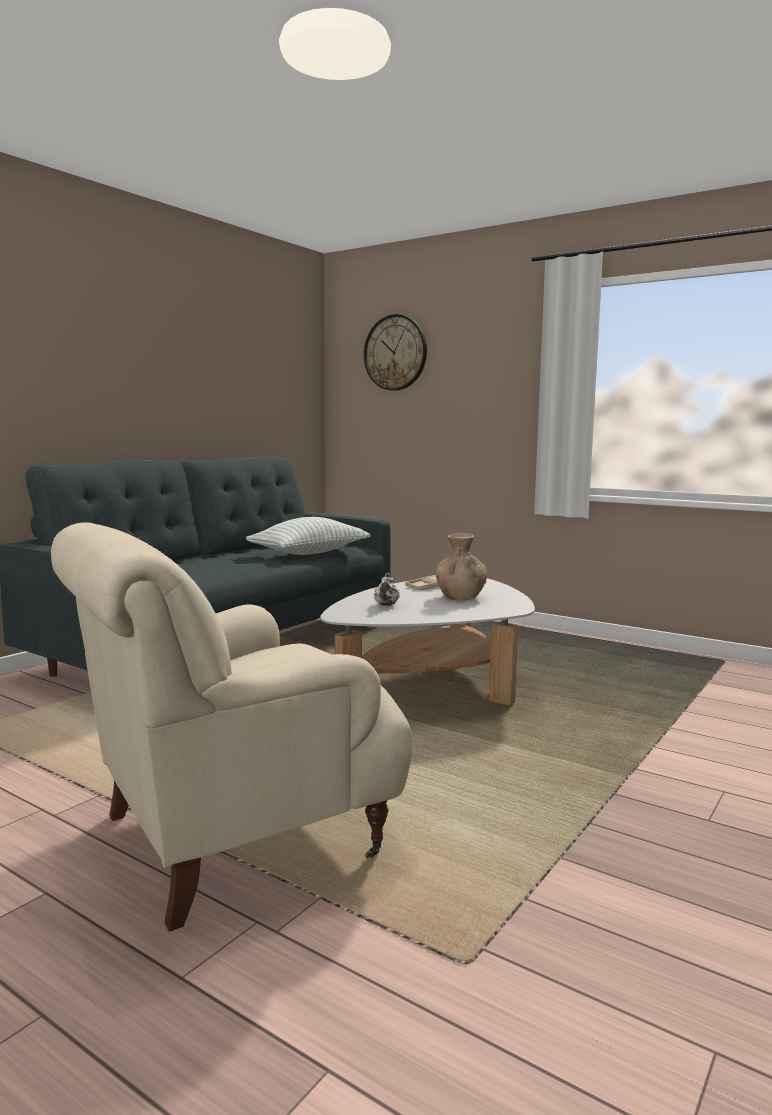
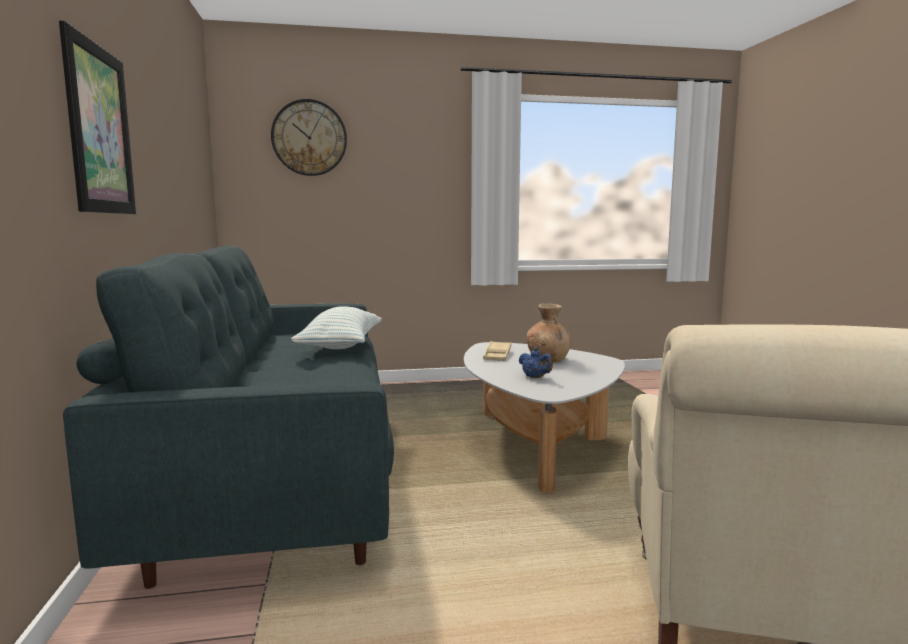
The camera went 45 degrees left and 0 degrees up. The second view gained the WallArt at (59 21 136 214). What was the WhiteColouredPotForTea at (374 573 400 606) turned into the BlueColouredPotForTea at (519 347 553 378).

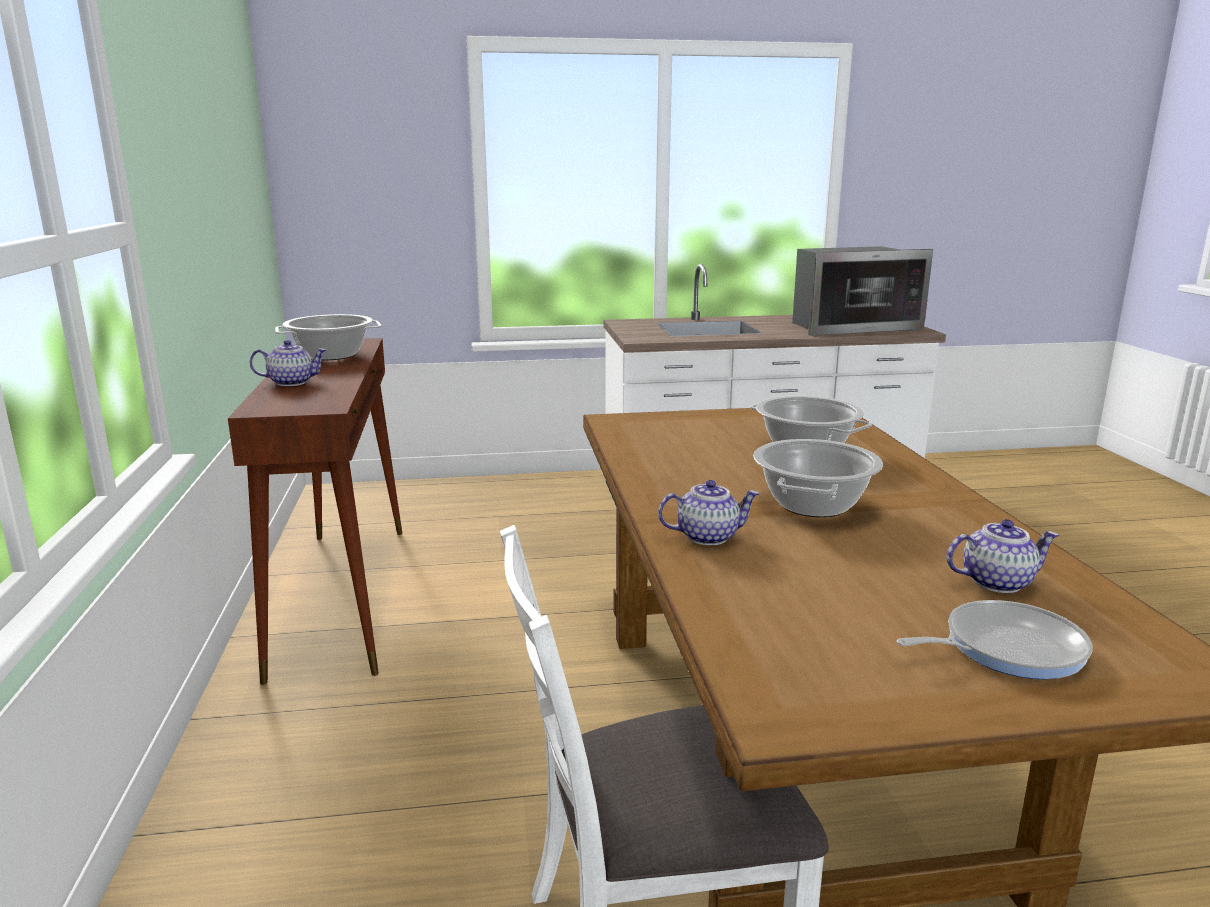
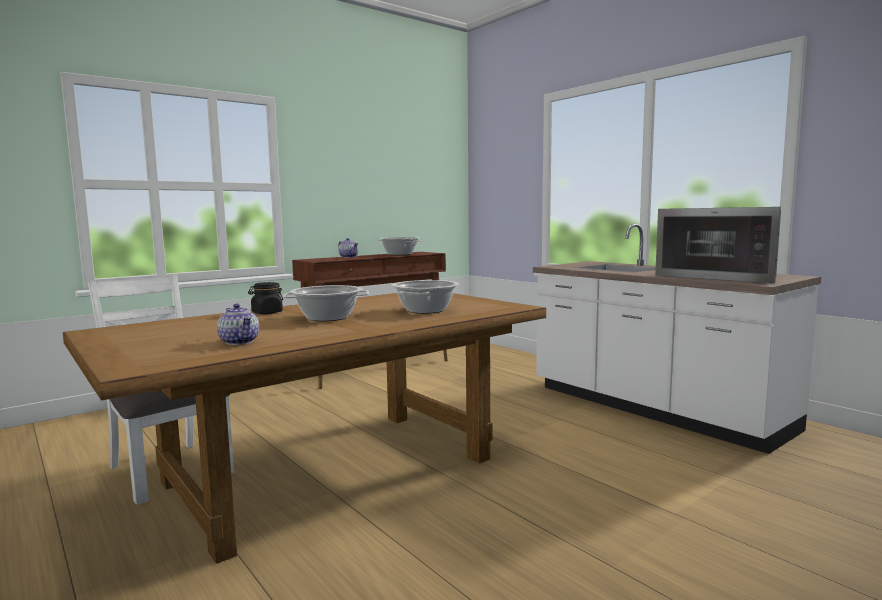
The camera went 60 degrees right and 10 degrees down. Where the PotForTea stood at (658 480 760 545), the BlackPreserveJar came to stand at (248 282 283 314). The second view lost the Pan at (897 600 1093 679).

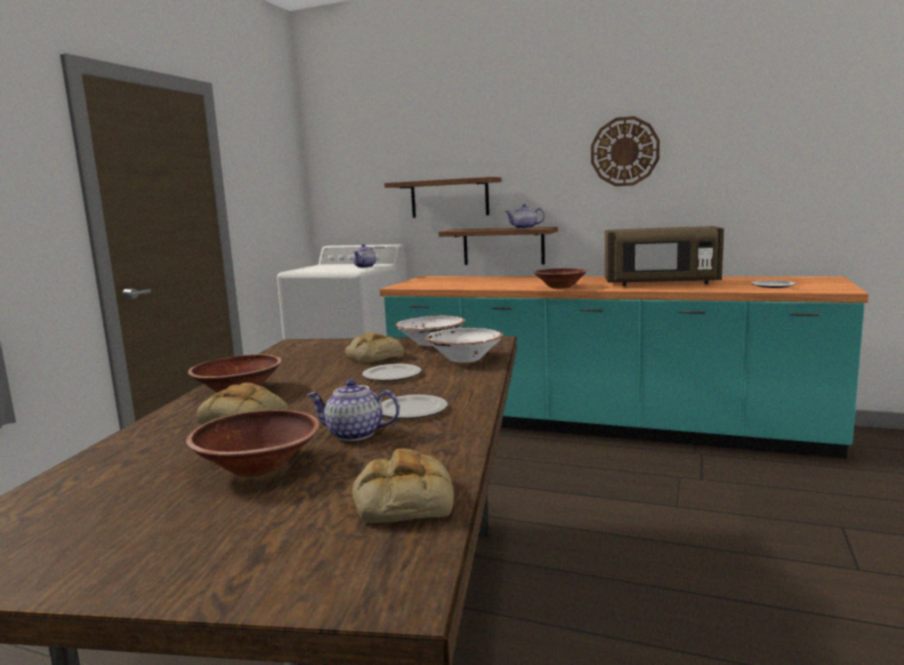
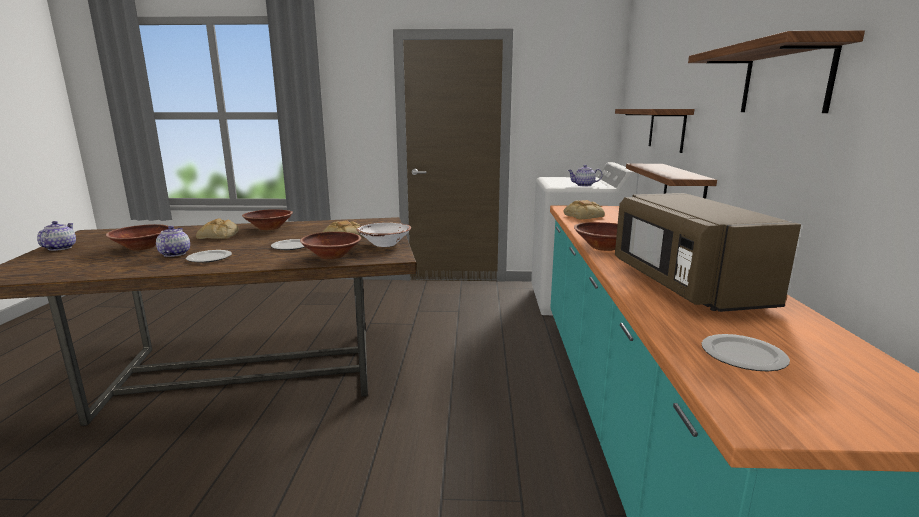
The camera went 70 degrees right and 5 degrees up. The PotForTea ended up elsewhere, having gone from (505 204 545 229) to (37 221 76 251). What was the WhiteColouredDeepDish at (425 328 503 363) turned into the BrownishDeepDish at (300 232 361 259). The BakedBread ended up elsewhere, having gone from (352 449 454 523) to (563 200 605 220). Where the ClockOnTheWall hung at (591 116 660 186), the BracketShelf came to hang at (688 31 865 113).

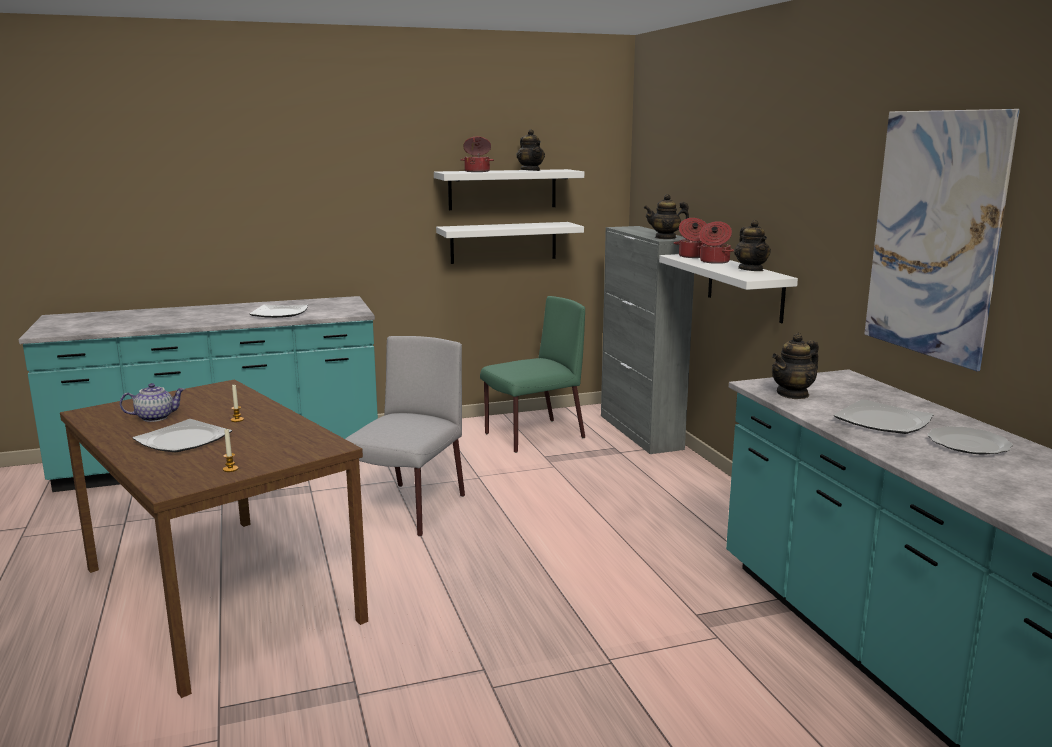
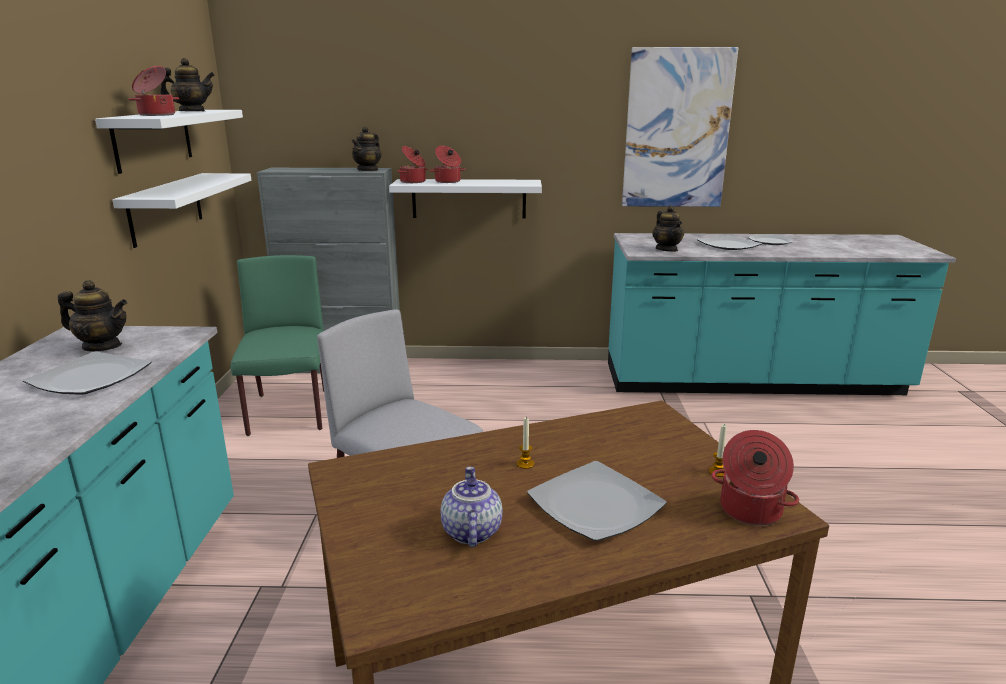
The camera went 70 degrees left and 5 degrees up. The PotForTea ended up elsewhere, having gone from (734 220 771 271) to (58 280 127 351). The second view gained the Saucepot at (711 430 799 526).

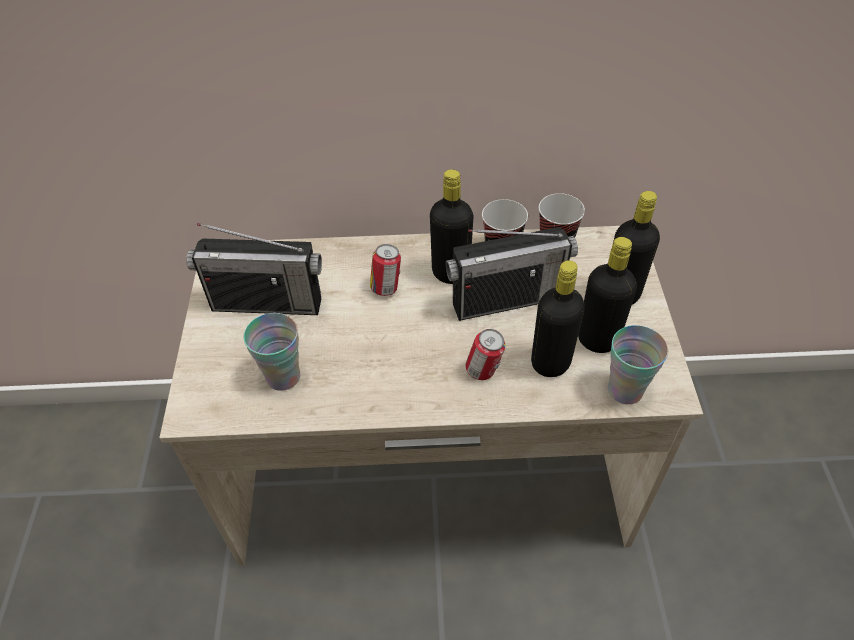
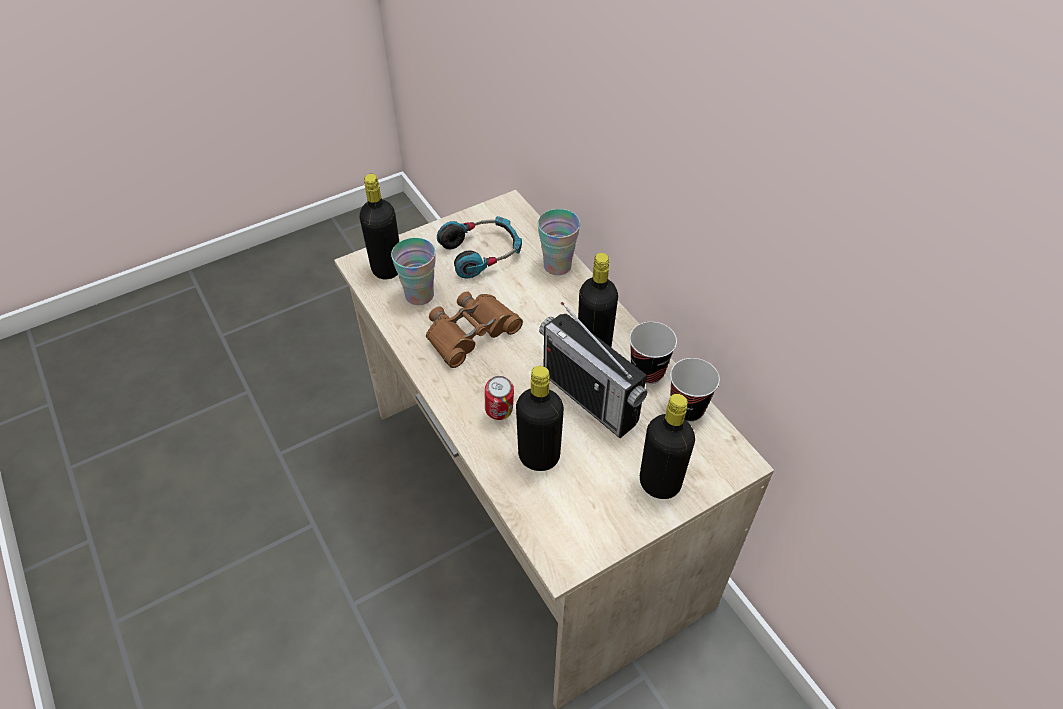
The camera went 60 degrees right and 0 degrees up. The BlackBottle ended up elsewhere, having gone from (578 237 637 353) to (360 174 399 279). The second view gained the BrownishPairOfBinoculars at (426 291 523 368). Where the Radio stood at (186 223 322 315), the Headphones came to stand at (437 216 522 278). The Cup ended up elsewhere, having gone from (608 325 668 404) to (538 209 580 275). The second view lost the MetalCan at (370 244 401 296).

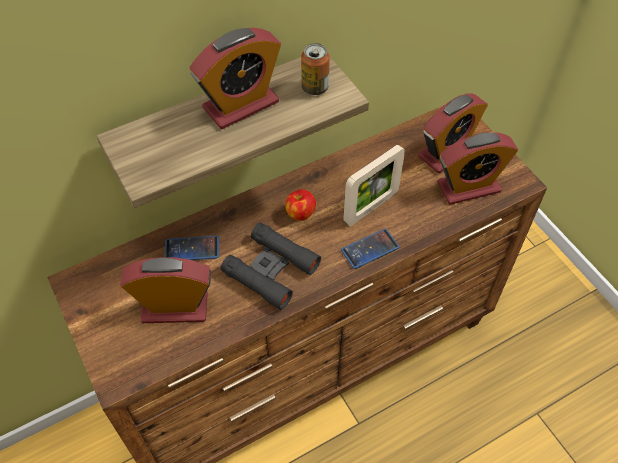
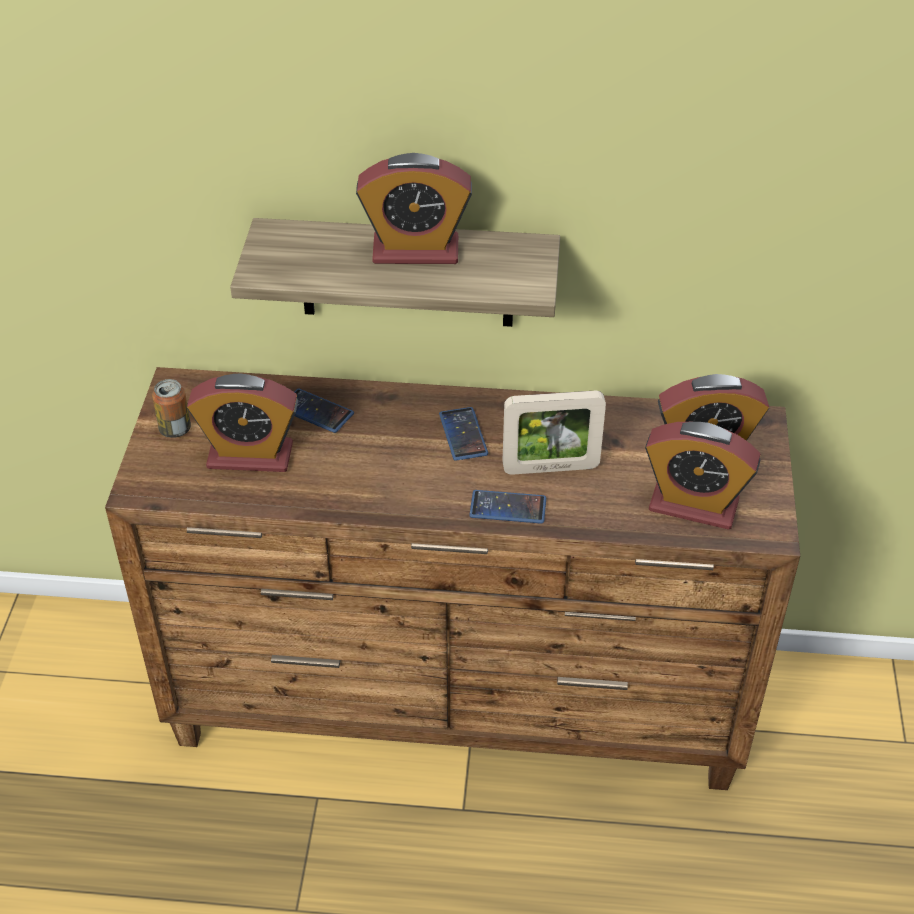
The camera went 35 degrees right and 10 degrees down. The MetalCan ended up elsewhere, having gone from (301 43 330 95) to (152 379 191 438). The BedsideClock at (120 257 211 323) ended up facing another way, 150 degrees clockwise from before. Where the Apple stood at (285 189 316 221), the Telephone came to stand at (439 407 488 461). The second view lost the BlackPairOfBinoculars at (221 223 321 310).

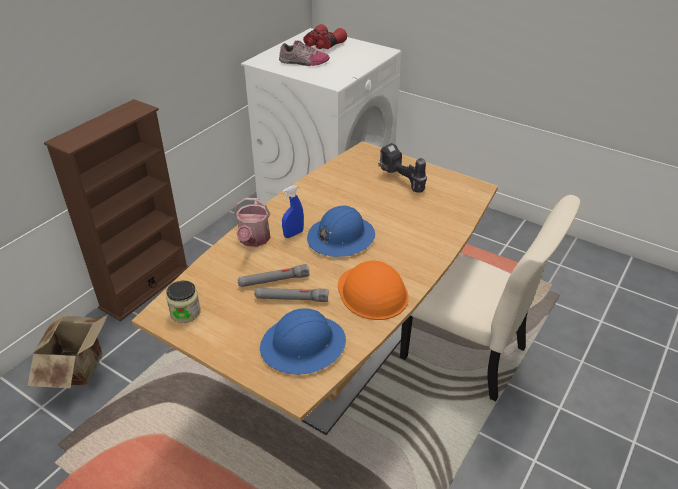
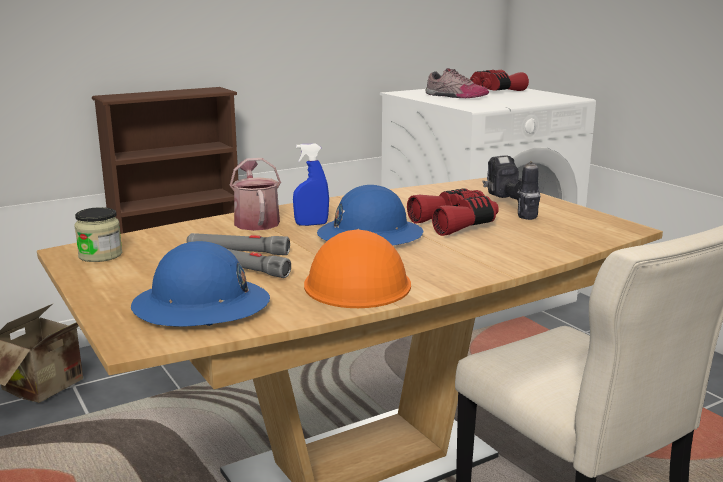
The camera went 25 degrees right and 20 degrees down. The SprinklingCan at (234 198 271 247) ended up facing another way, 135 degrees clockwise from before. The second view gained the RedColouredPairOfBinoculars at (407 188 499 236).

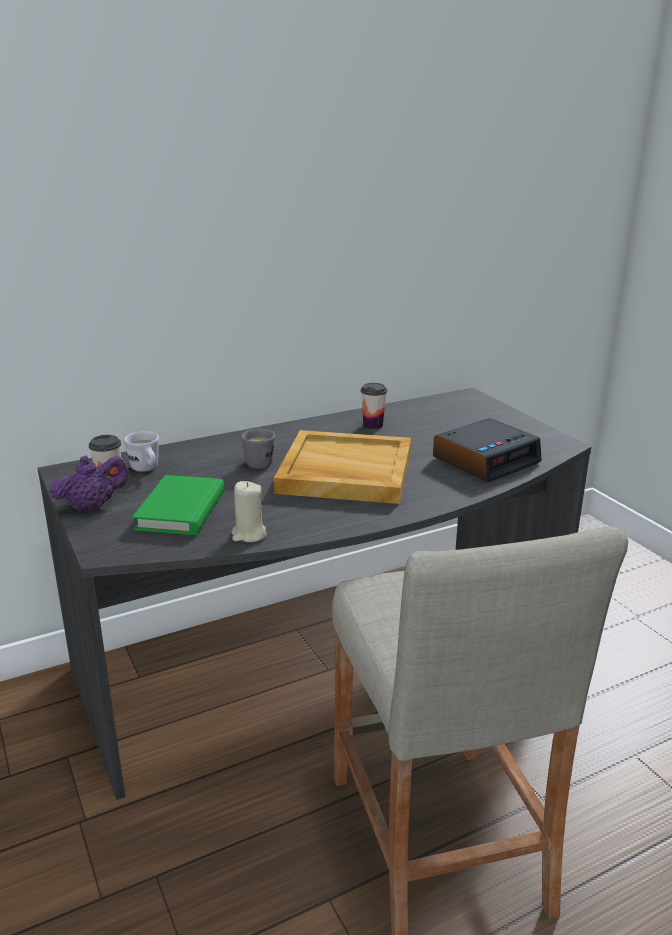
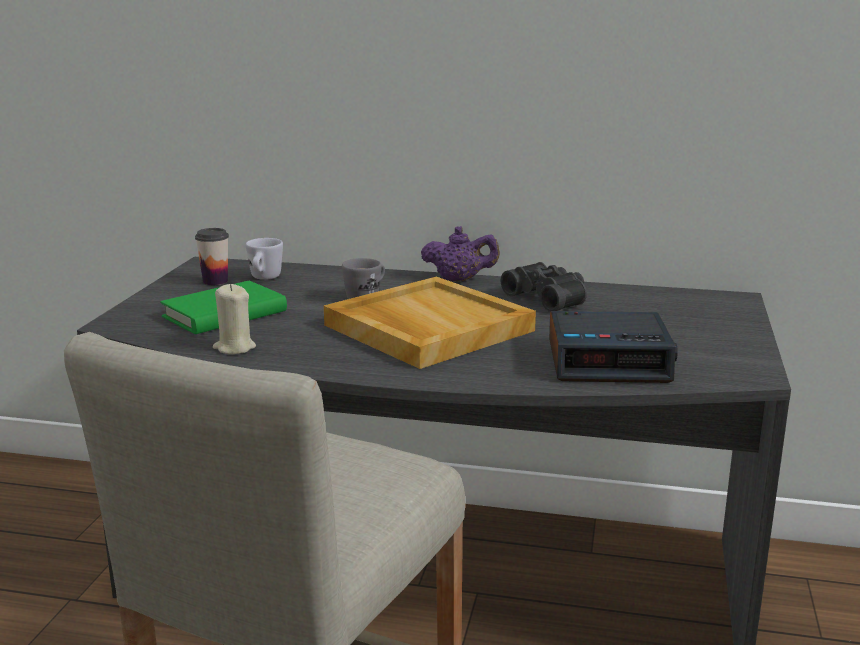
The camera went 40 degrees right and 5 degrees down. The PurpleColouredPotForTea ended up elsewhere, having gone from (49 456 129 512) to (421 226 500 282). Where the Cup stood at (361 383 387 429), the BlackPairOfBinoculars came to stand at (501 262 587 312).

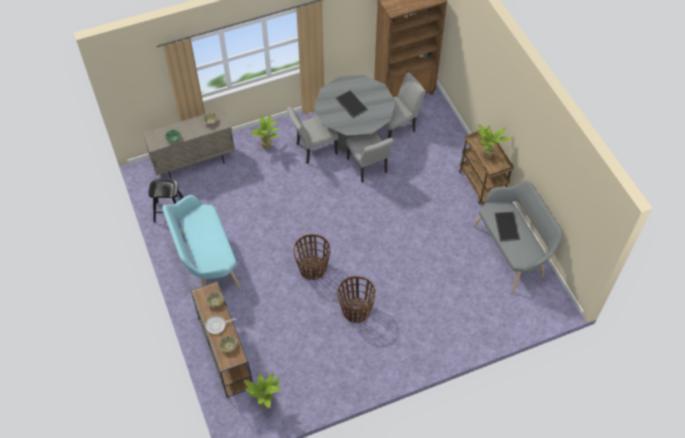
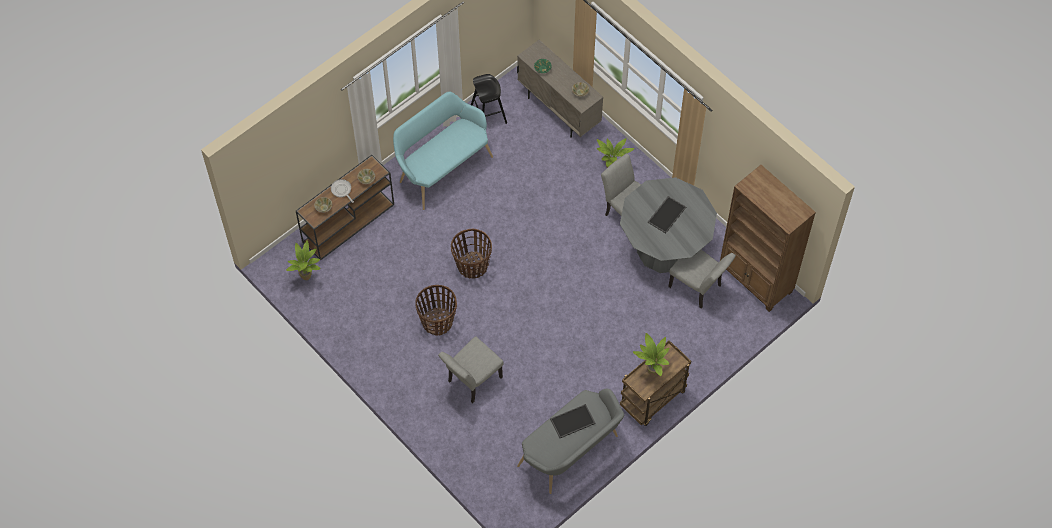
The camera went 70 degrees right and 5 degrees up. The GreyPlainChair ended up elsewhere, having gone from (346 131 394 182) to (438 336 504 403).

